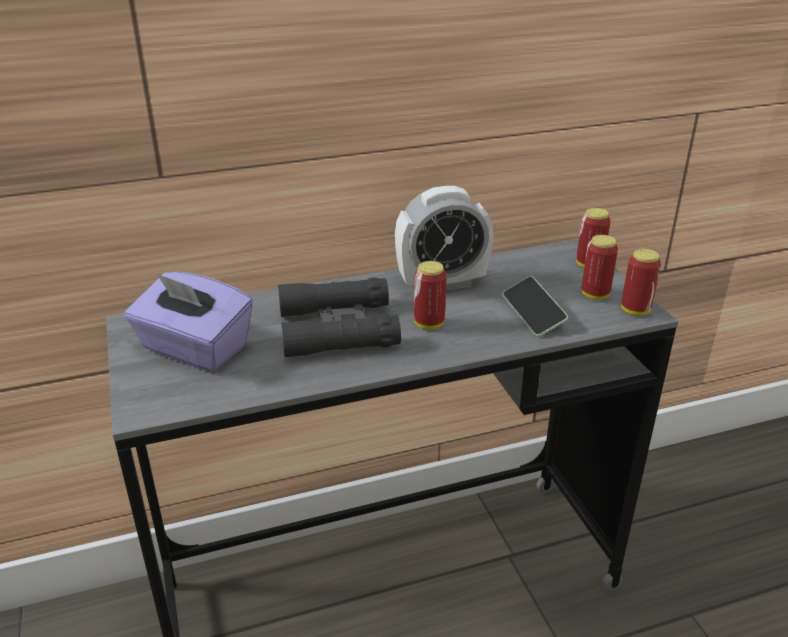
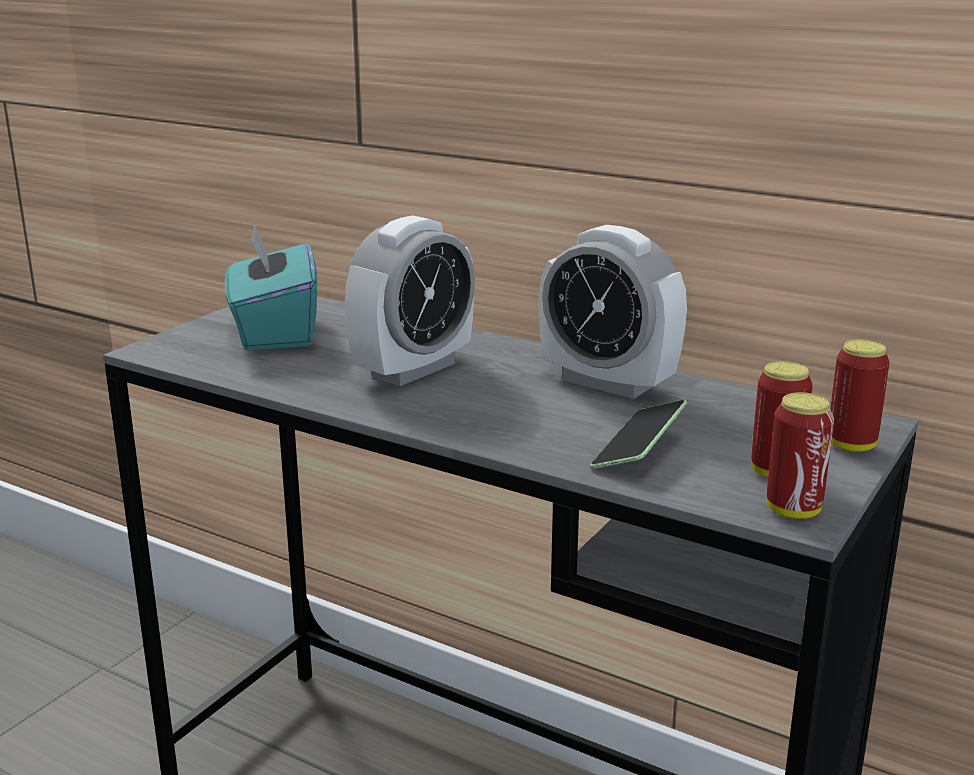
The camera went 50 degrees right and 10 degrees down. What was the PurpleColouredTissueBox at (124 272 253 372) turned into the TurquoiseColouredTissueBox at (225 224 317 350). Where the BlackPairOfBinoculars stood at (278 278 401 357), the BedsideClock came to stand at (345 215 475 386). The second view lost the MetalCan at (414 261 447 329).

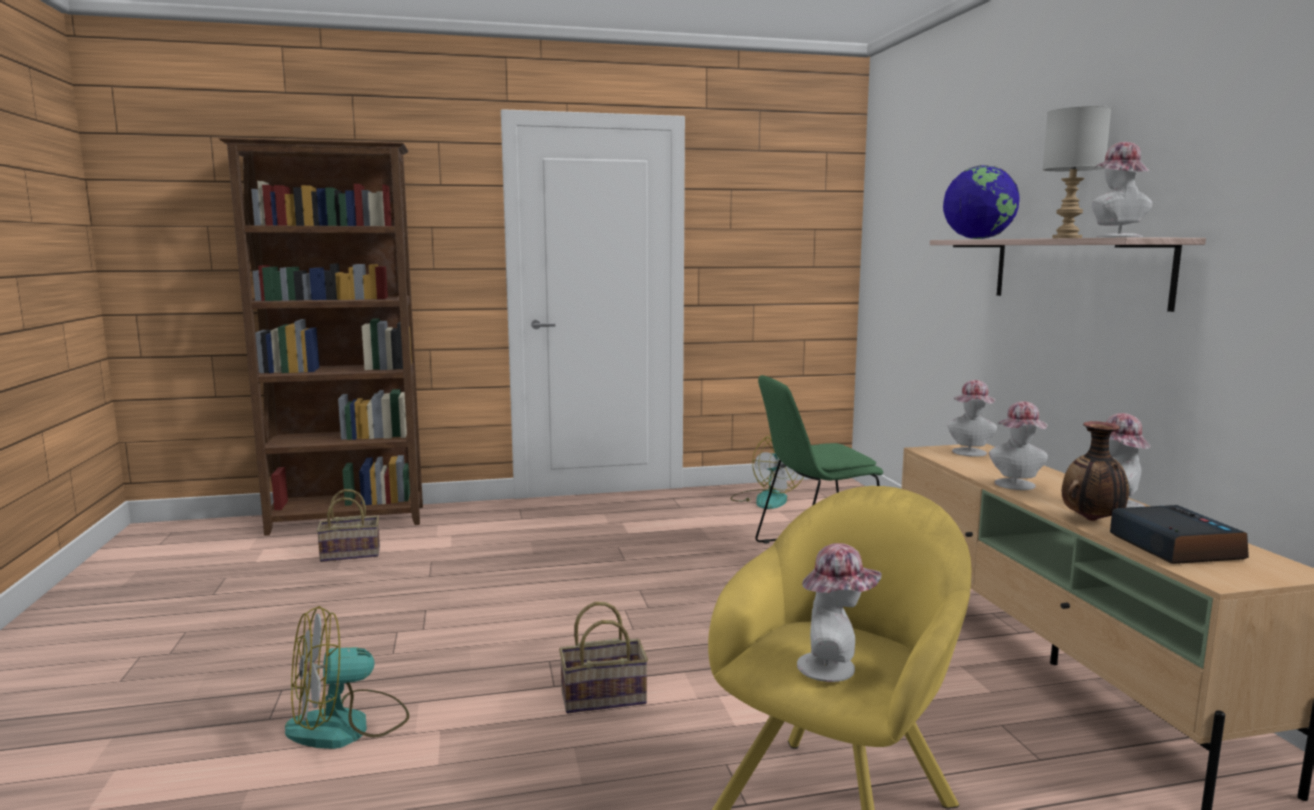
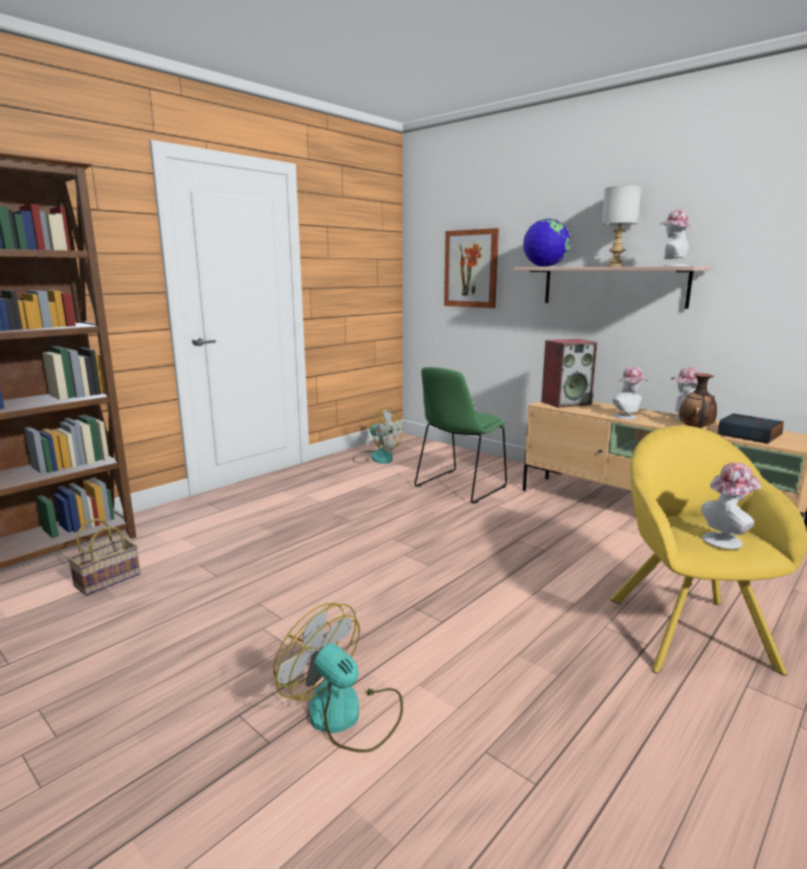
The camera went 35 degrees left and 5 degrees up. The CoolingFan at (285 606 409 749) ended up facing another way, 105 degrees clockwise from before. The second view gained the WallArt at (444 228 499 308). Where the WearableHat stood at (947 380 997 457), the Loudspeaker came to stand at (541 339 598 408). The second view lost the StorageBasket at (559 602 648 714).

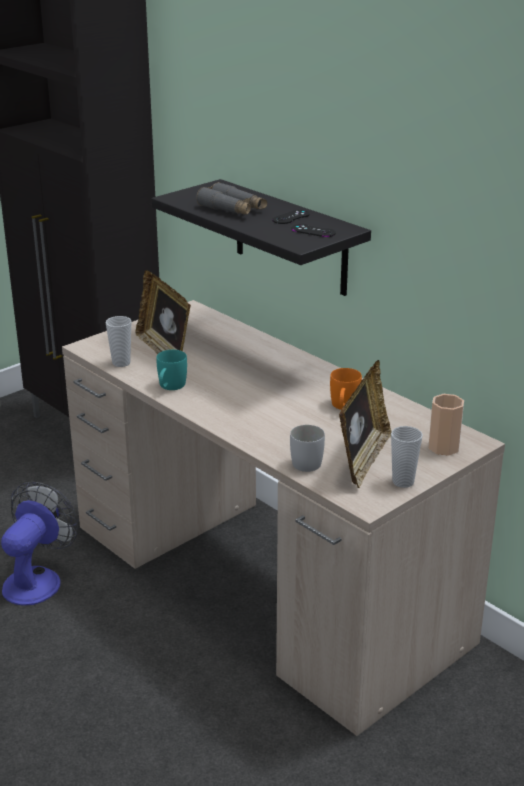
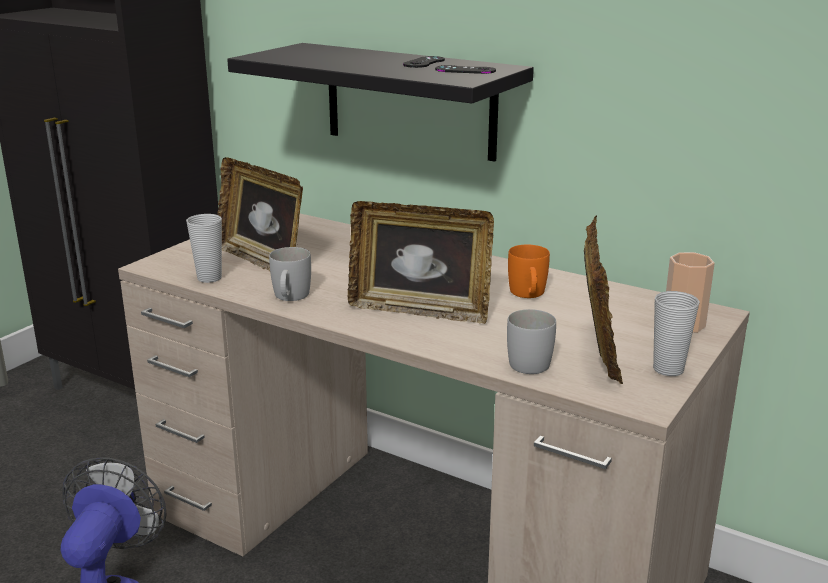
The camera went 15 degrees left and 5 degrees down. What was the TurquoiseColouredCoffeeMug at (156 350 187 390) turned into the WhiteColouredCoffeeMug at (269 247 311 301). The second view gained the StandingFrame at (347 201 494 324). The second view lost the GreyPairOfBinoculars at (196 182 267 215).

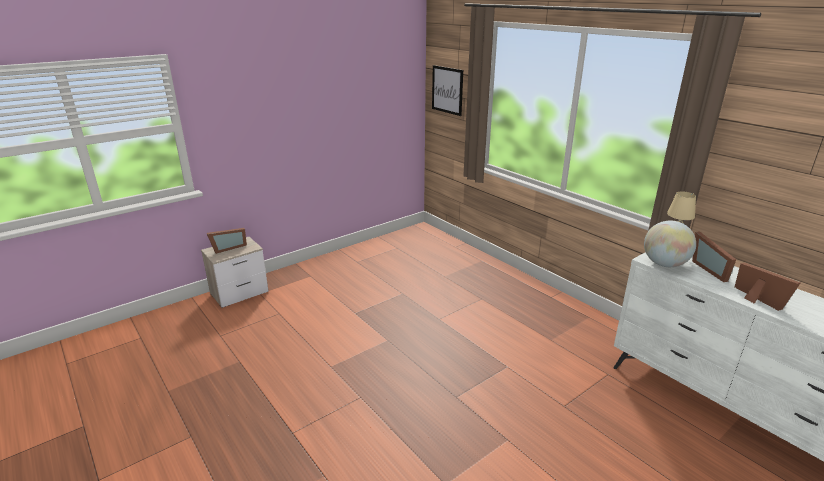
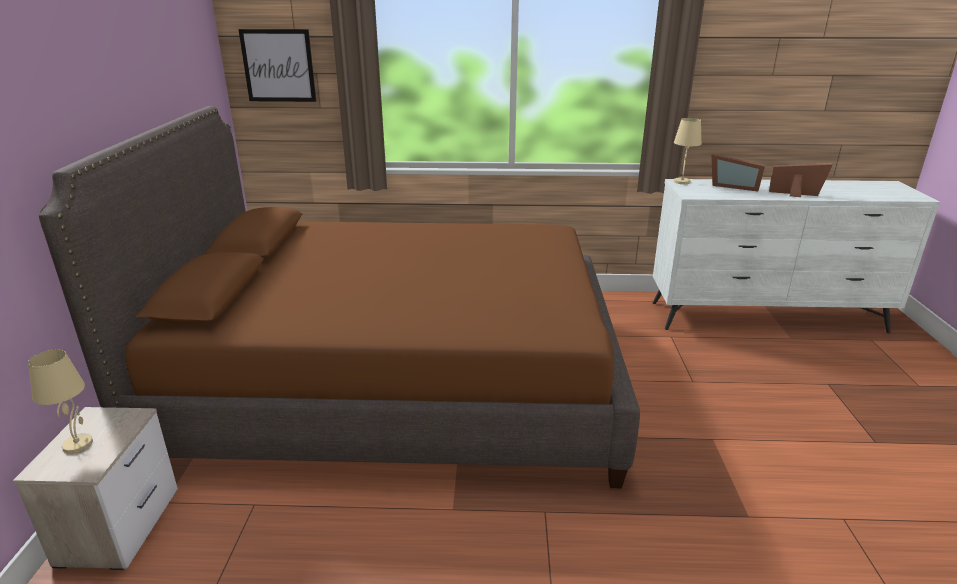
The camera went 50 degrees left and 0 degrees up. Where the StandingFrame stood at (207 228 247 254), the BeigeColouredTableLamp came to stand at (28 349 93 454). The second view gained the BrownishBedroomBed at (39 106 640 488). The second view lost the DeskGlobe at (644 221 696 267).

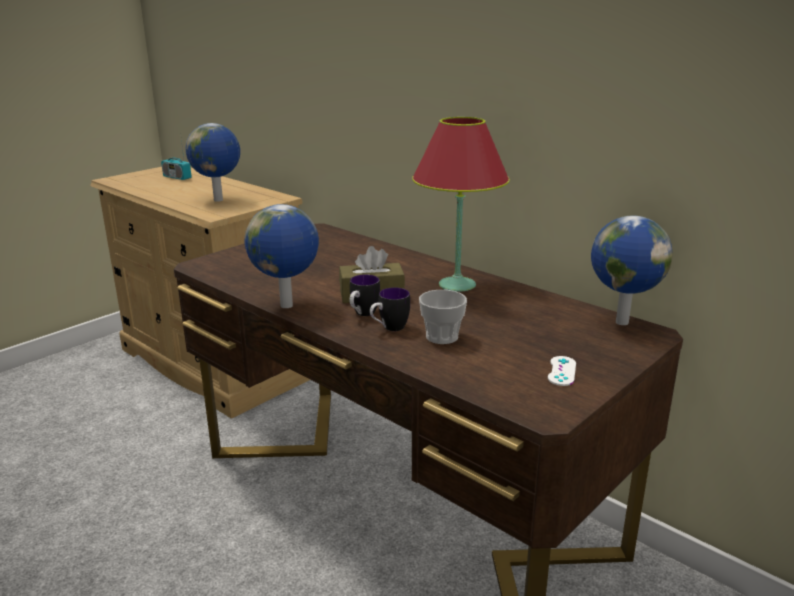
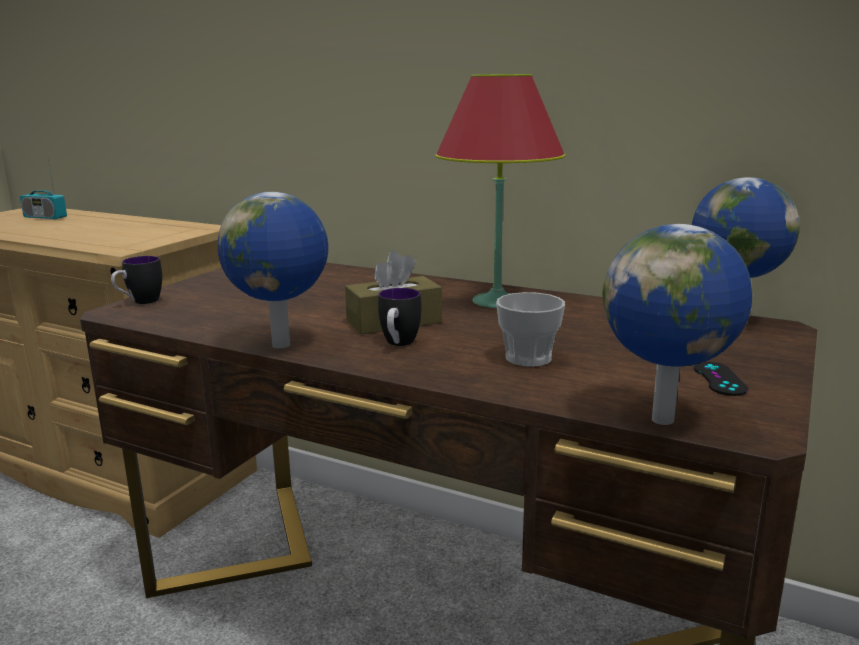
The camera went 15 degrees left and 5 degrees down. The CoffeeMug ended up elsewhere, having gone from (370 288 410 331) to (111 256 162 304). The DeskGlobe ended up elsewhere, having gone from (186 123 240 202) to (602 224 752 425). What was the WhiteColouredGameController at (548 356 576 386) turned into the BlackGameController at (694 362 748 396).

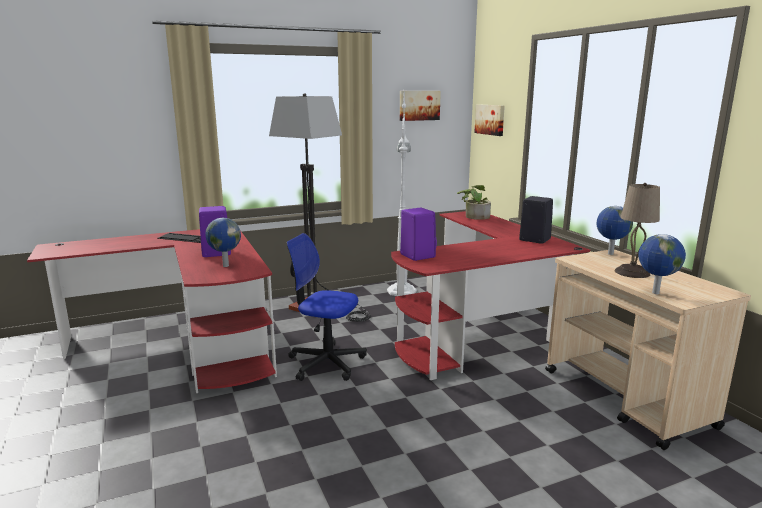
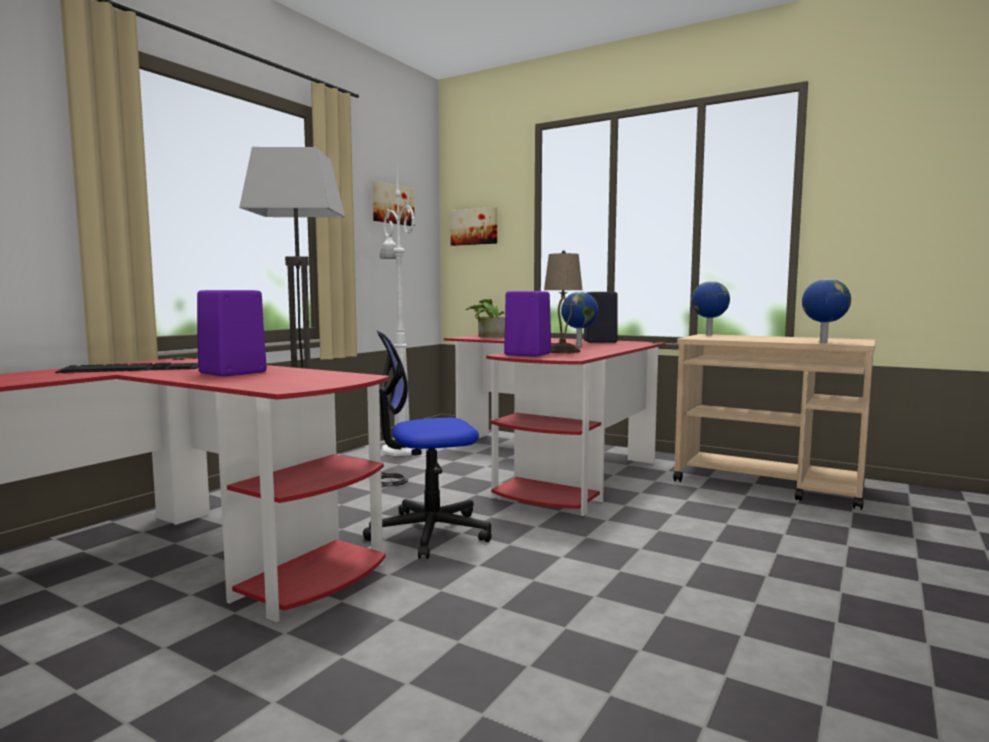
The camera went 35 degrees left and 10 degrees down. The BeigeColouredTableLamp ended up elsewhere, having gone from (615 183 660 278) to (544 250 583 353). The DeskGlobe ended up elsewhere, having gone from (205 218 241 267) to (561 292 598 346).

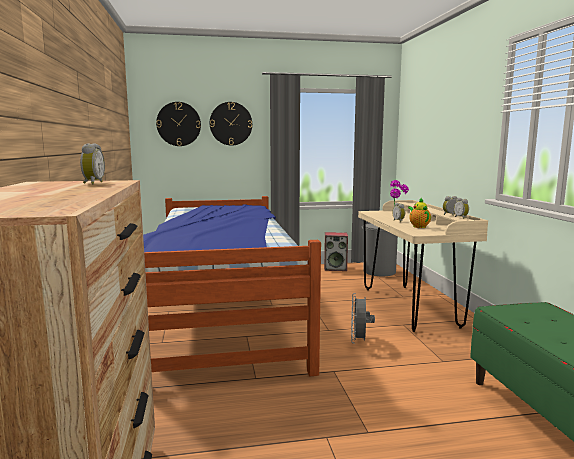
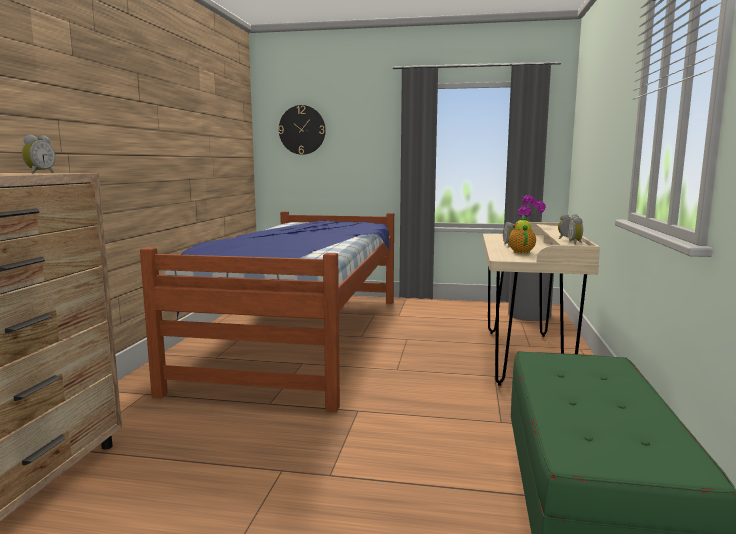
The camera went 20 degrees right and 0 degrees up. The second view lost the ClockOnTheWall at (210 102 252 146). The second view lost the Loudspeaker at (324 232 348 271). The second view lost the GreyCoolingFan at (351 293 375 344).

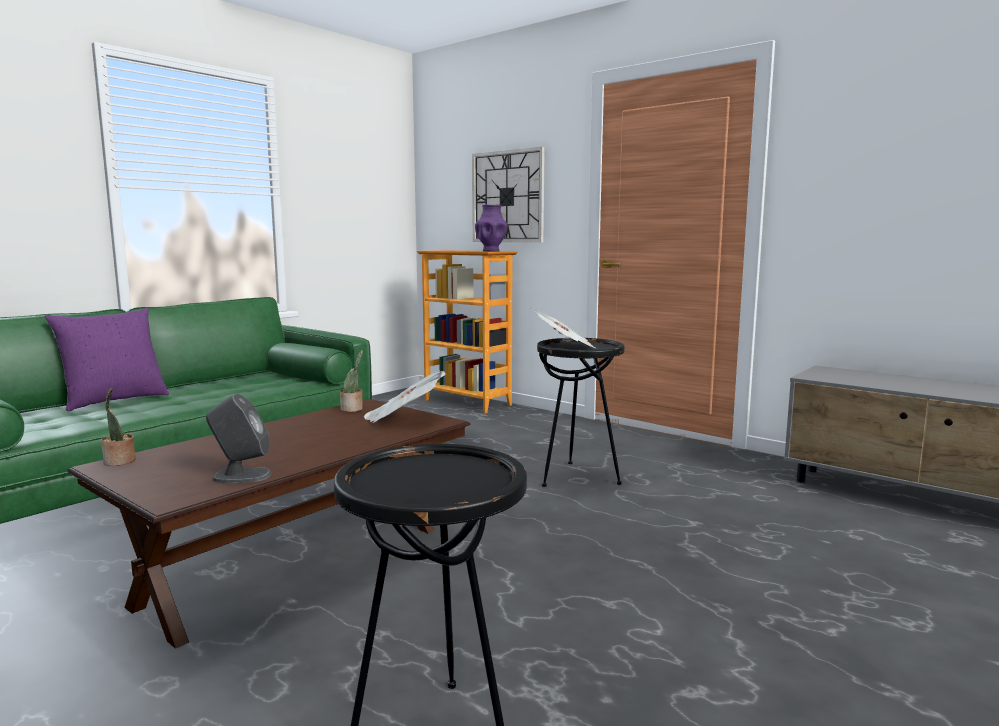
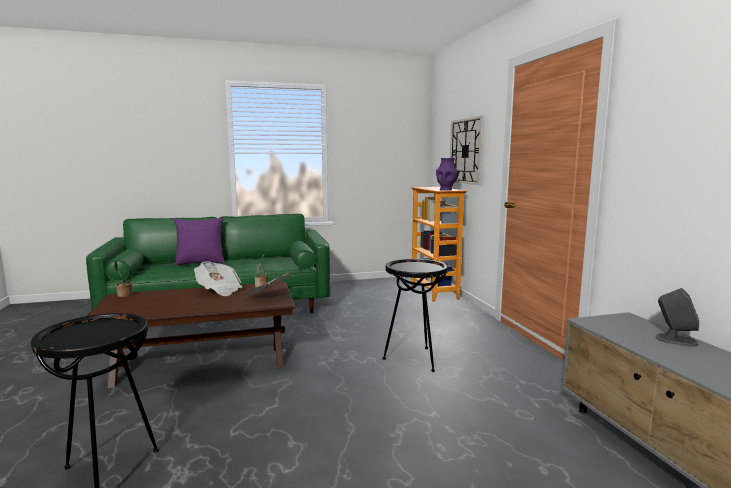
The camera went 35 degrees right and 0 degrees up. The PrintedPaper ended up elsewhere, having gone from (532 309 597 349) to (194 261 243 296). The GreyLoudspeaker ended up elsewhere, having gone from (206 393 272 483) to (655 288 699 347).

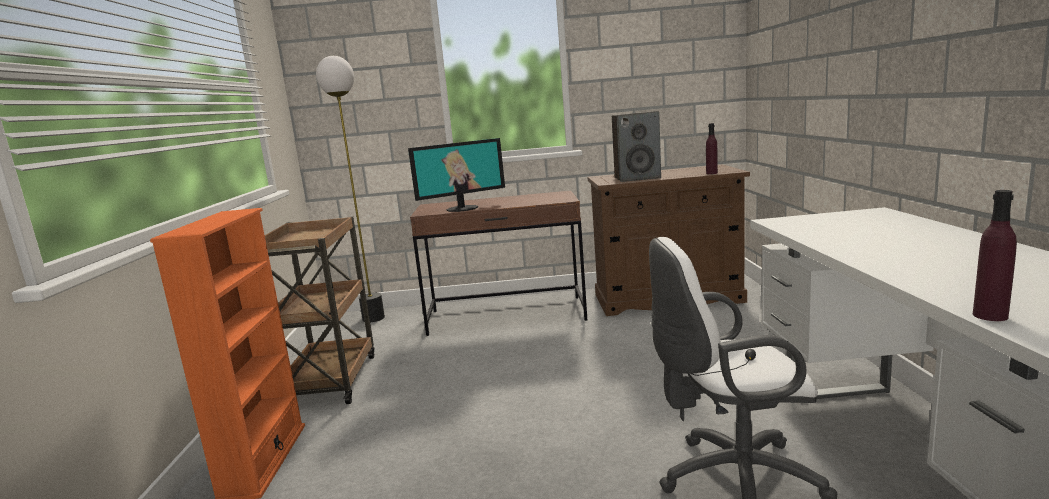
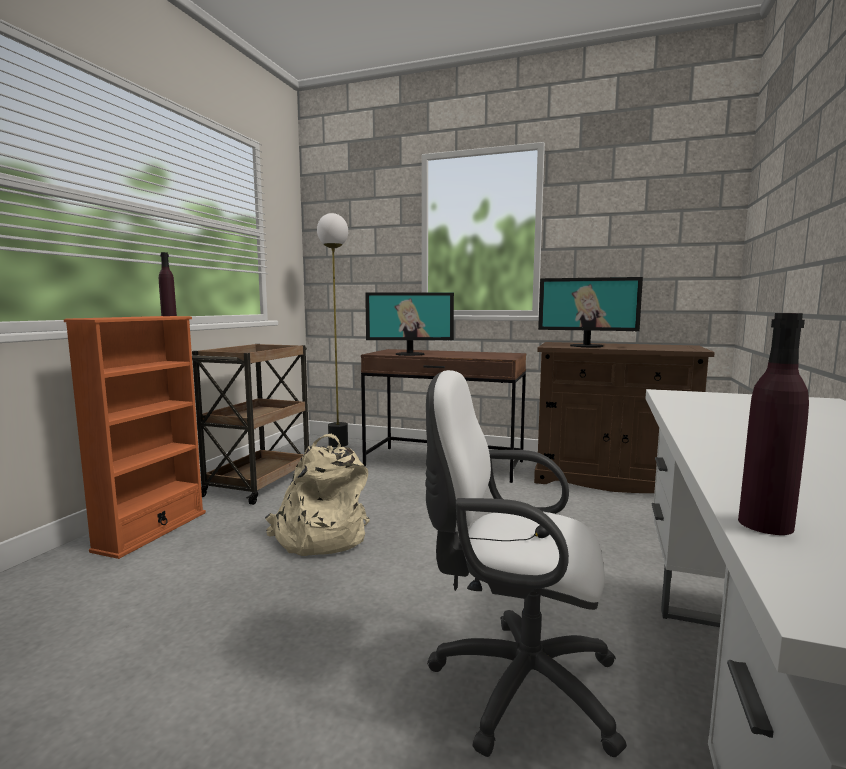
The camera went 20 degrees right and 5 degrees down. The PurpleColouredBottle ended up elsewhere, having gone from (706 123 718 174) to (159 252 177 316). The second view gained the BeigeColouredRucksack at (265 434 370 556). Where the Loudspeaker stood at (612 111 661 182), the ComputerScreen came to stand at (538 277 643 347).

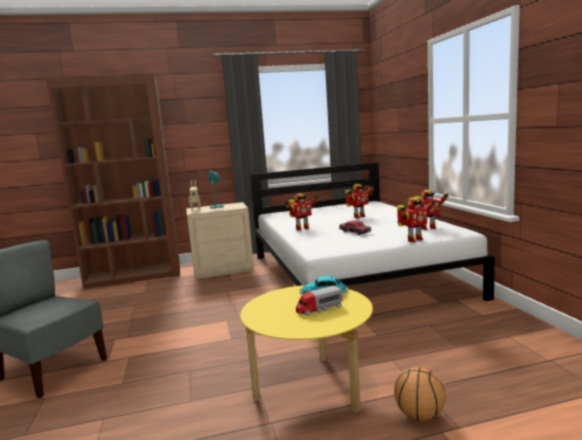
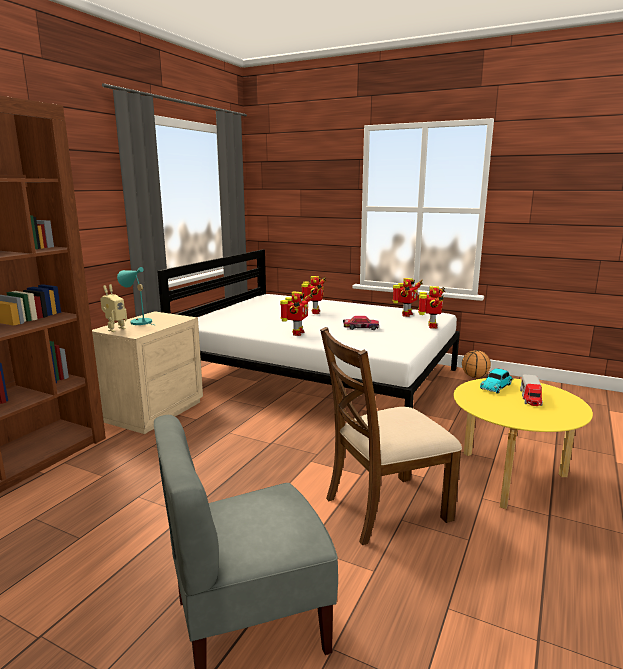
The camera went 50 degrees left and 5 degrees up. The second view gained the BrownishPlainChair at (320 327 462 545). The BasketballBall ended up elsewhere, having gone from (394 367 446 421) to (462 350 491 378).

